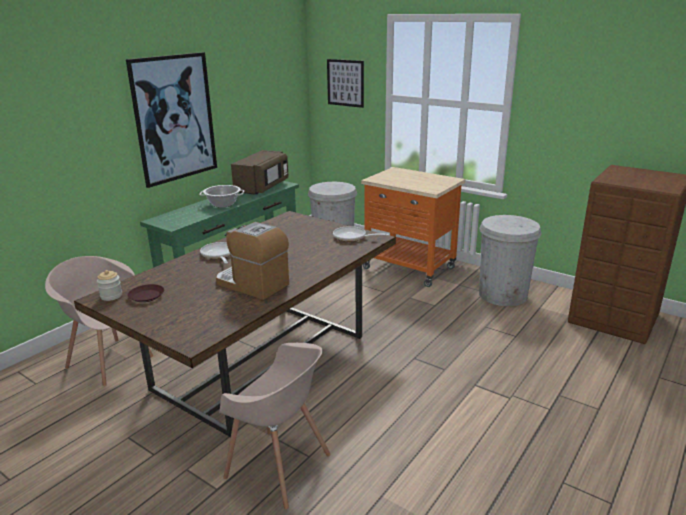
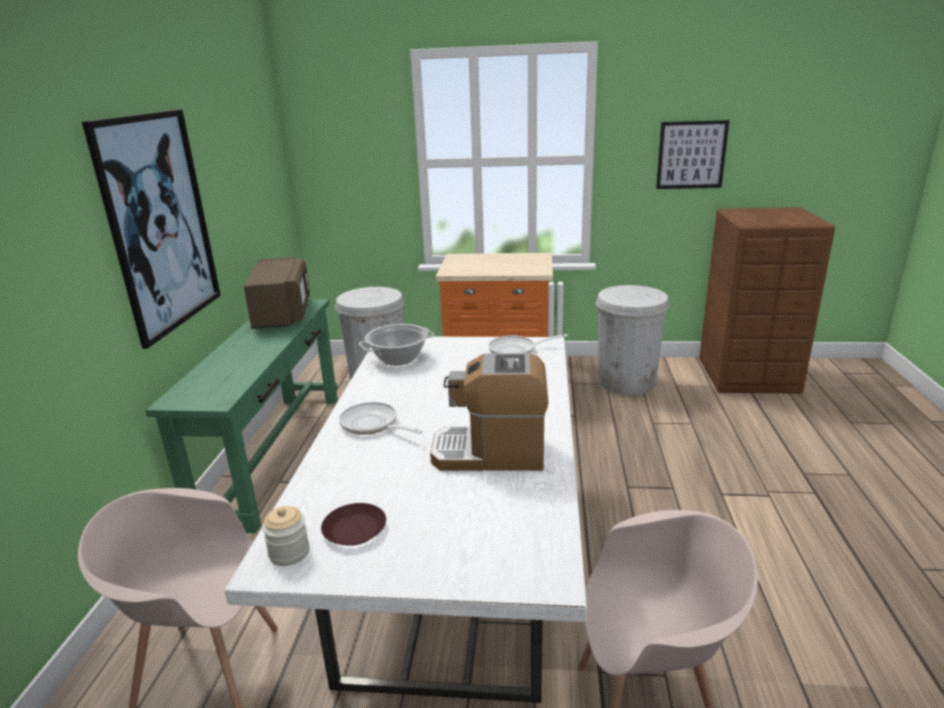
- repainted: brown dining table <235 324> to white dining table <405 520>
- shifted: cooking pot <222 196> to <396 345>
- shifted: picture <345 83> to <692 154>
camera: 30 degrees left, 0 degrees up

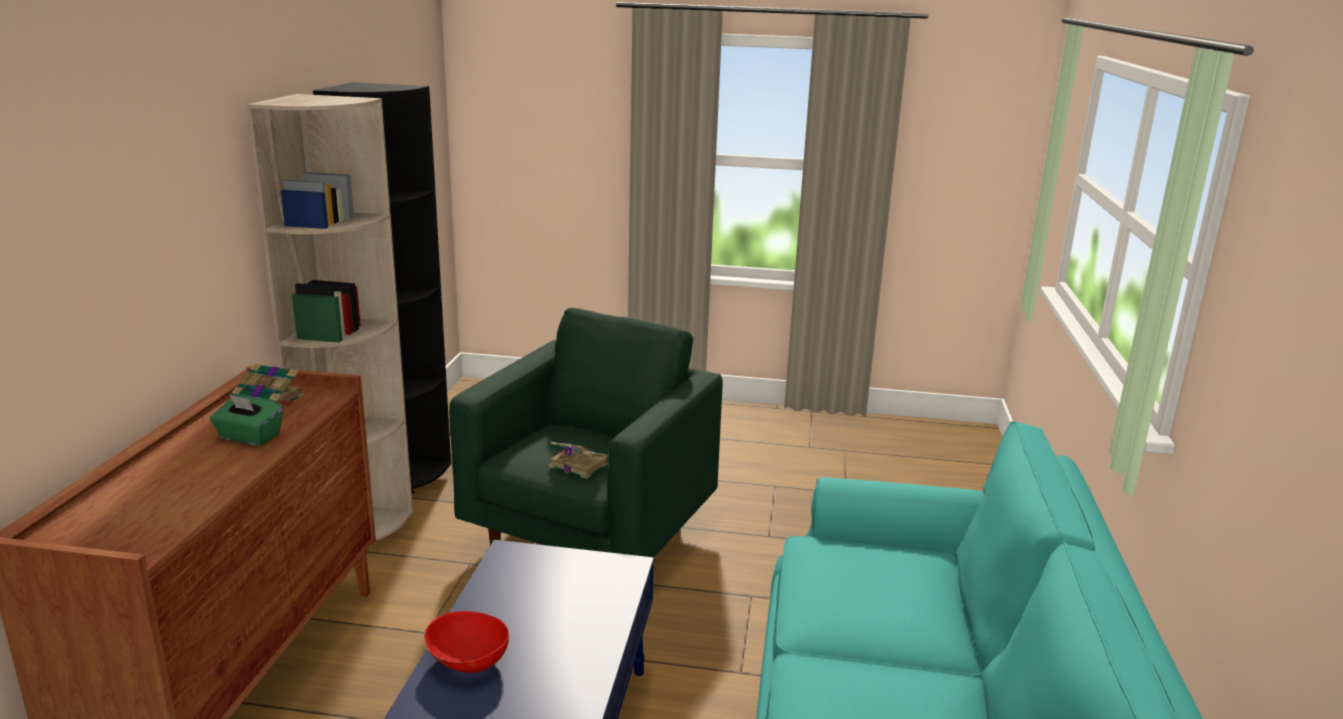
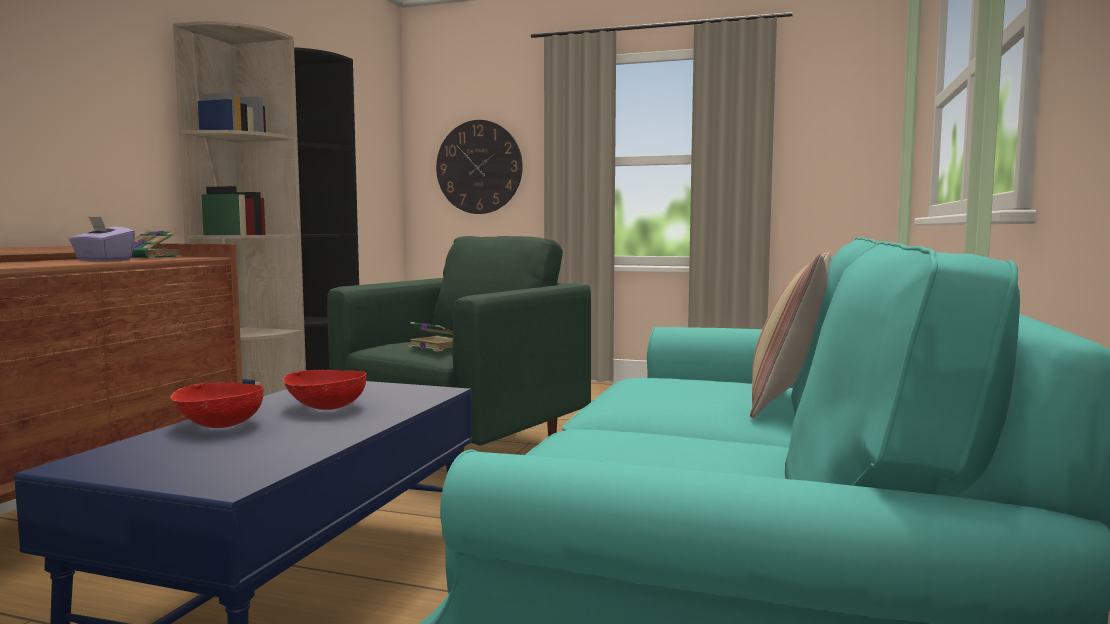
- repainted: green tissue box <246 420> to purple tissue box <102 239>
- new: red bowl <324 390>
- new: wall clock <479 167>
- new: pillow <790 334>
camera: 10 degrees right, 15 degrees down

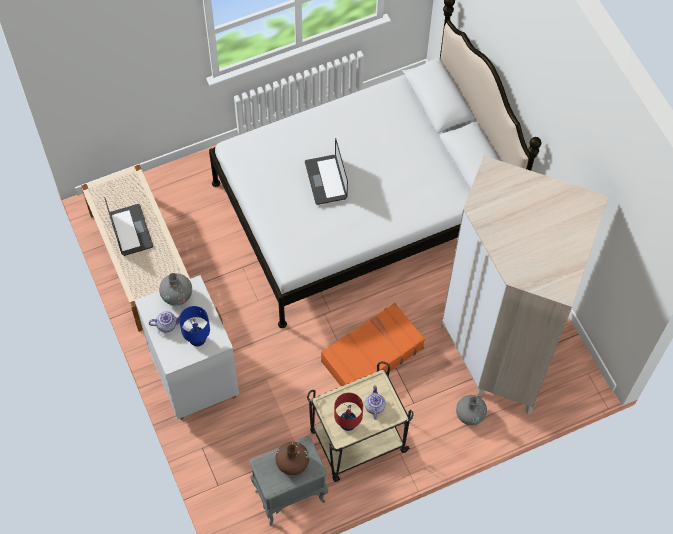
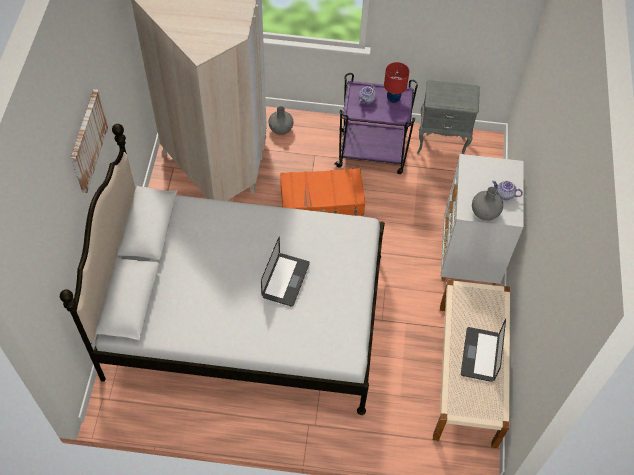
- new: picture <89 141>
- repainted: beige cart <360 421> to purple cart <376 123>
- gone: blue table lamp <194 326>
- gone: brown vase <292 458>
camera: 150 degrees left, 5 degrees down

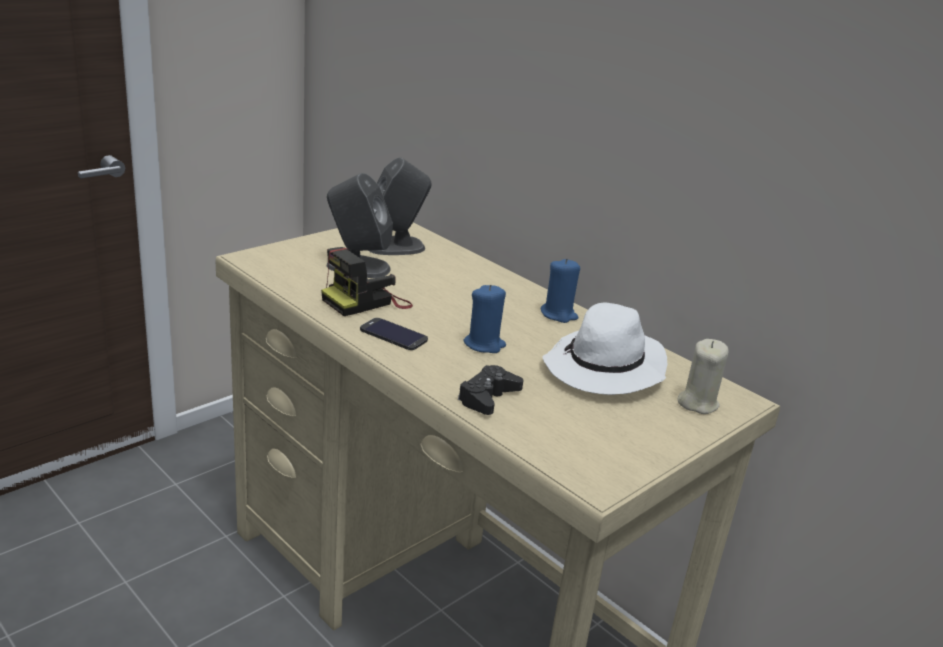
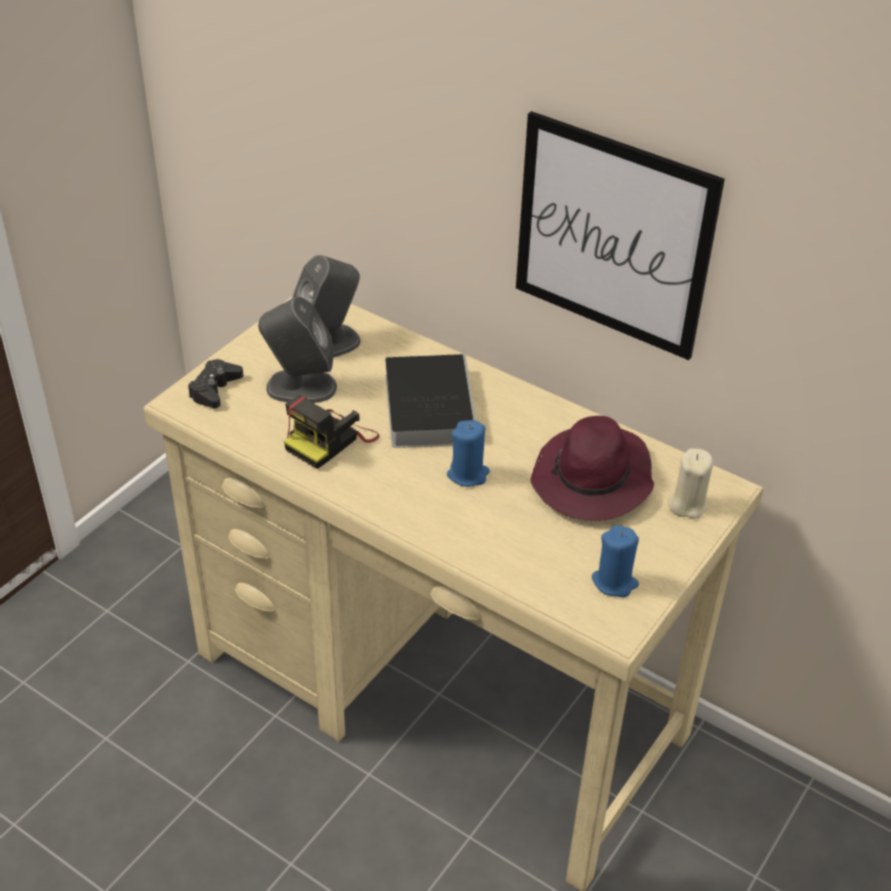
- shifted: black game controller <490 390> to <215 383>
- new: book <430 401>
- new: picture <620 235>
- repainted: white hat <604 349> to purple hat <592 468>
- shifted: blue candle <560 290> to <615 561>
- gone: phone <394 334>
camera: 10 degrees left, 15 degrees up

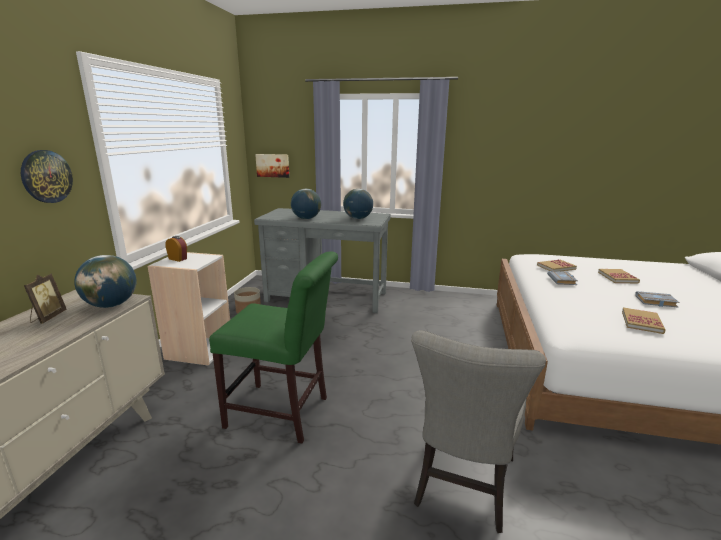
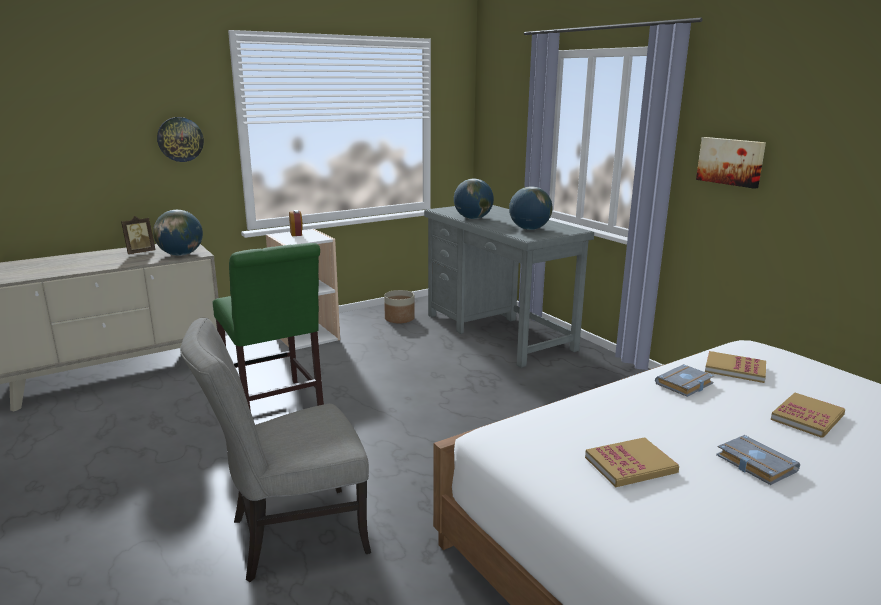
- shifted: picture <272 166> to <731 163>
camera: 45 degrees right, 0 degrees up

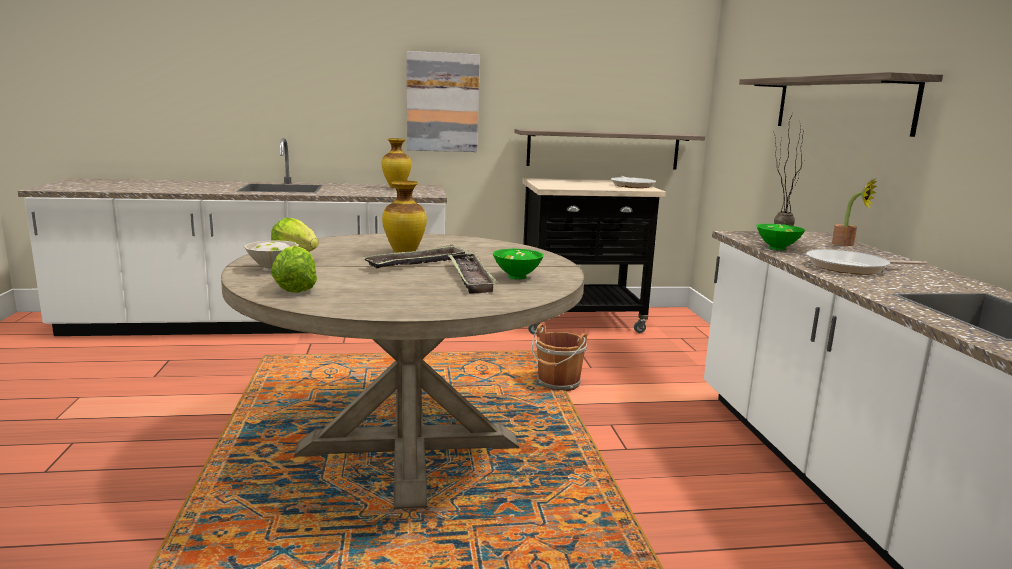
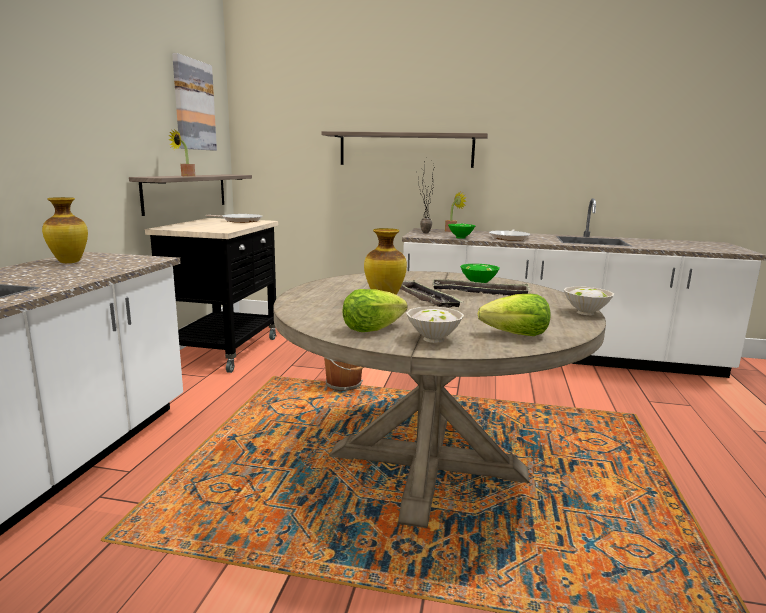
- new: potted plant <182 153>
- shifted: picture <443 101> to <194 102>
- new: white bowl <589 300>
camera: 70 degrees left, 0 degrees up

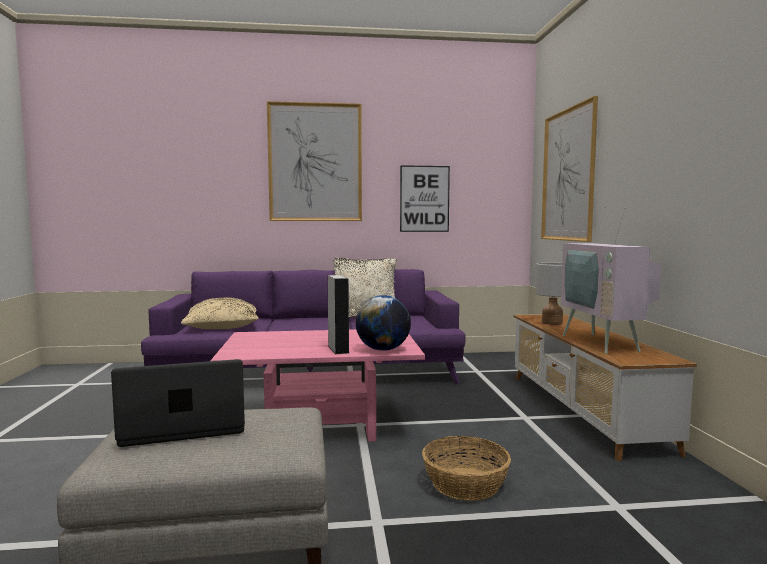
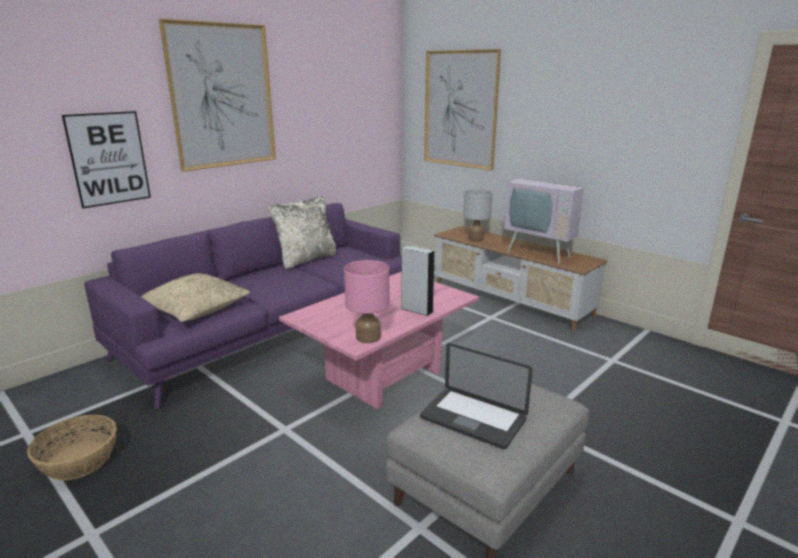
- shifted: basket <466 468> to <72 448>
- shifted: picture <425 198> to <106 159>
- new: pink table lamp <367 301>
- rotated: laptop <178 403> = <476 396> 90 degrees counterclockwise
- gone: globe <383 323>
camera: 40 degrees left, 15 degrees up

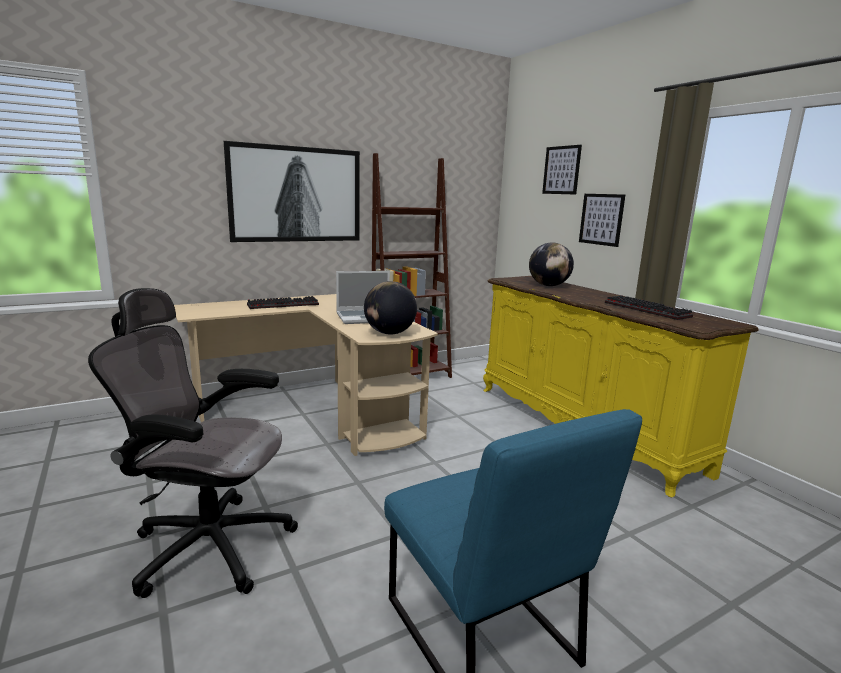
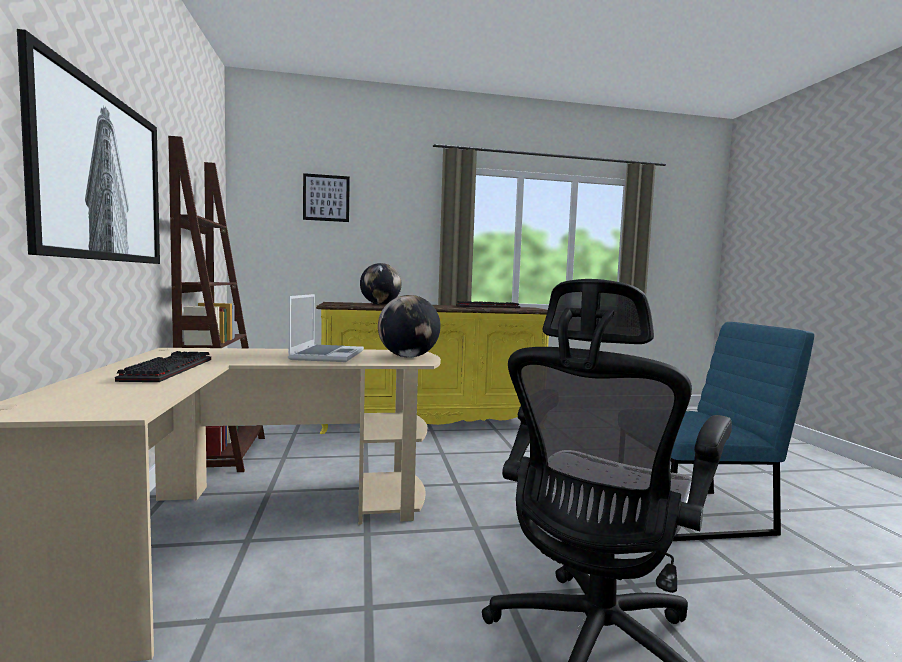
- gone: picture <602 220>
camera: 70 degrees left, 10 degrees down

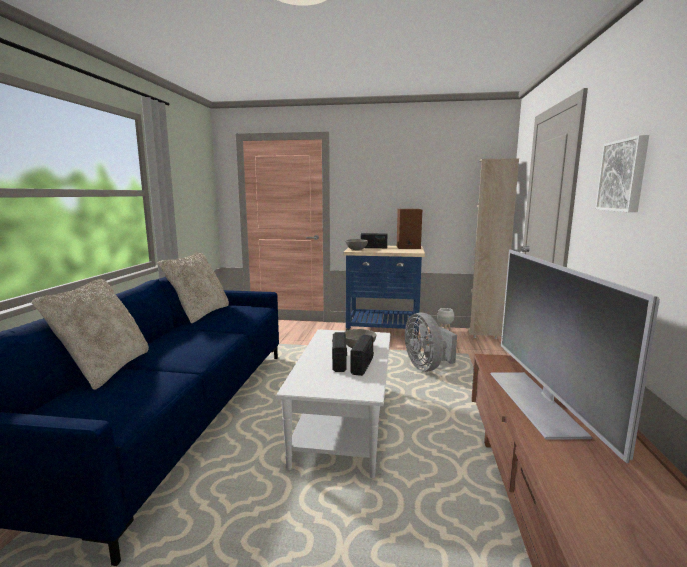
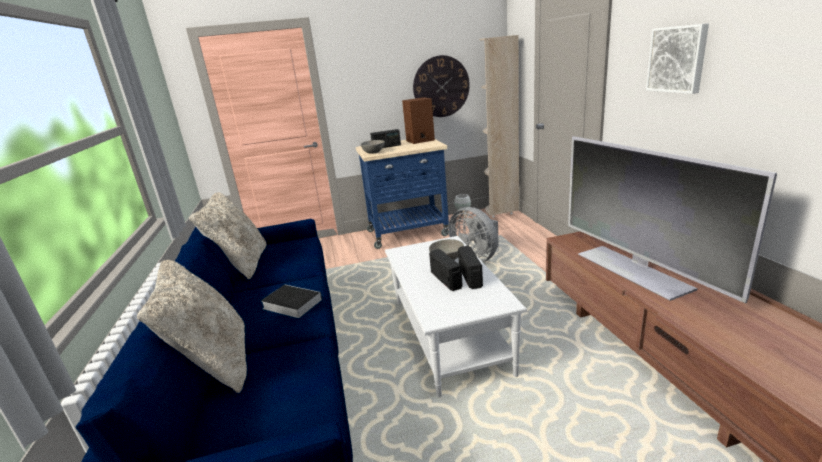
- new: book <291 301>
- new: wall clock <441 86>
camera: 20 degrees left, 10 degrees up

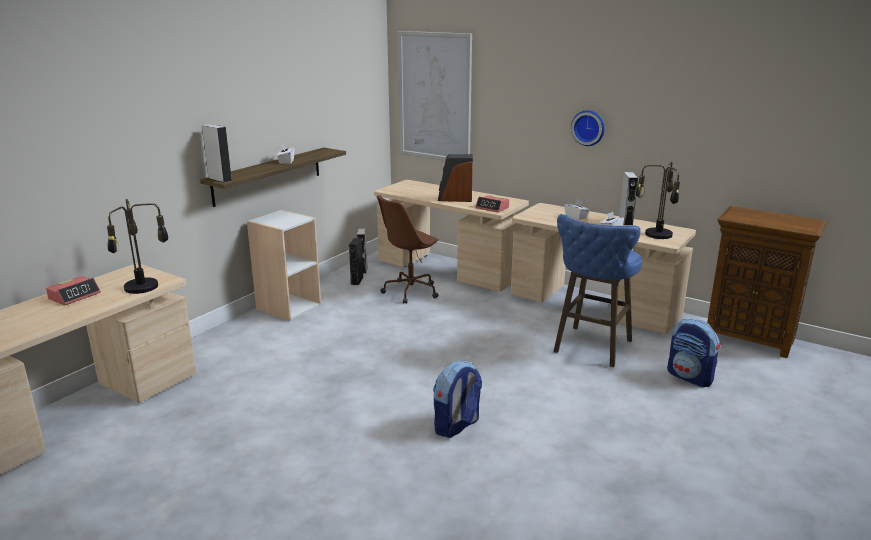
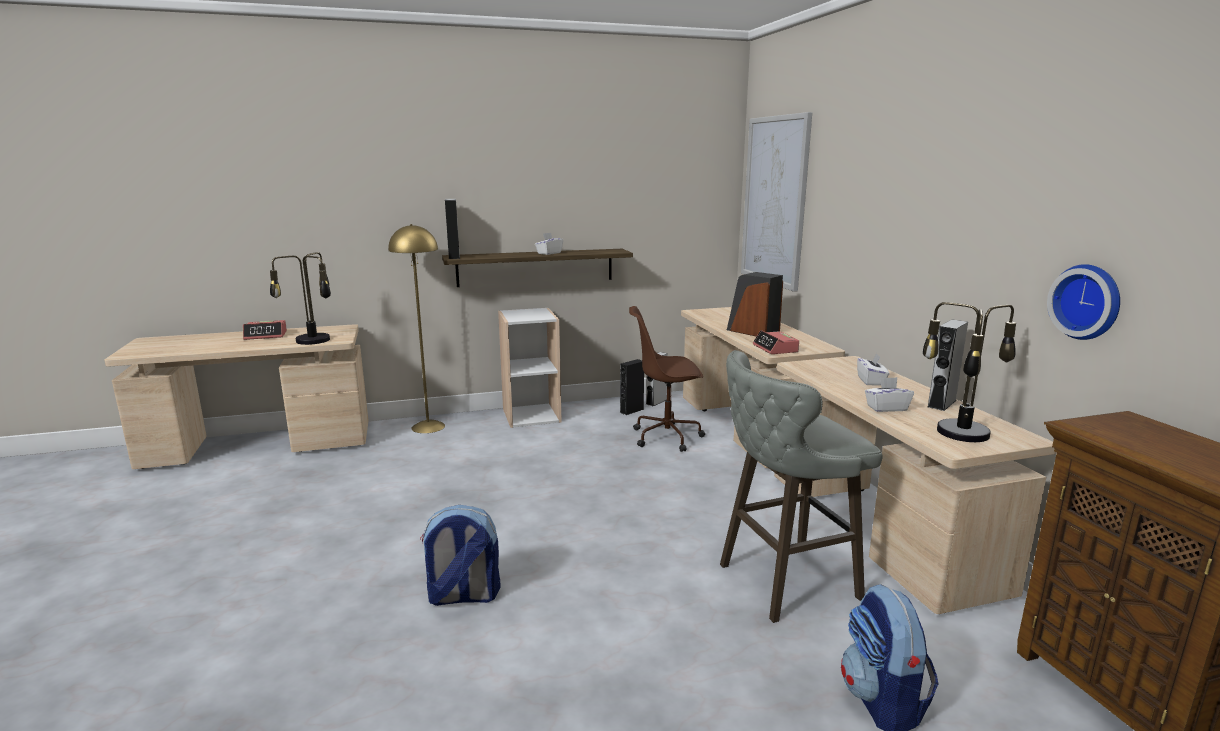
- new: yellow floor lamp <416 328>
- repainted: blue stool <597 290> to grey stool <801 486>
- shifted: wall clock <588 128> to <1083 302>
camera: 40 degrees right, 5 degrees down

